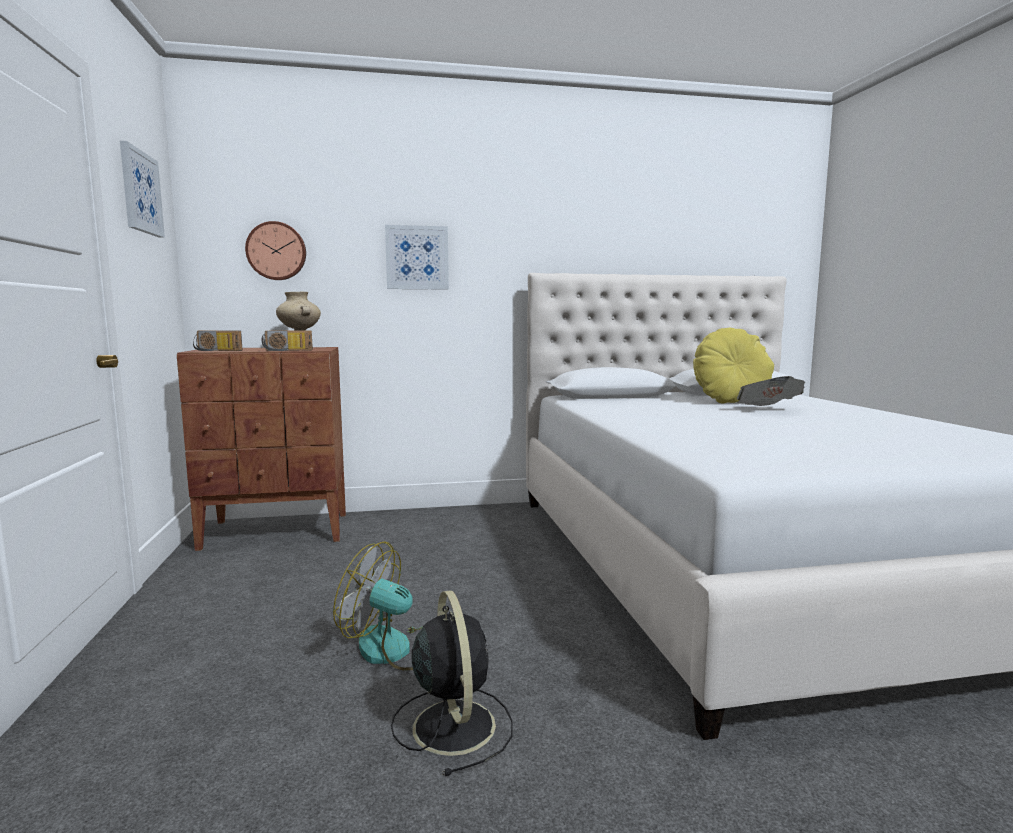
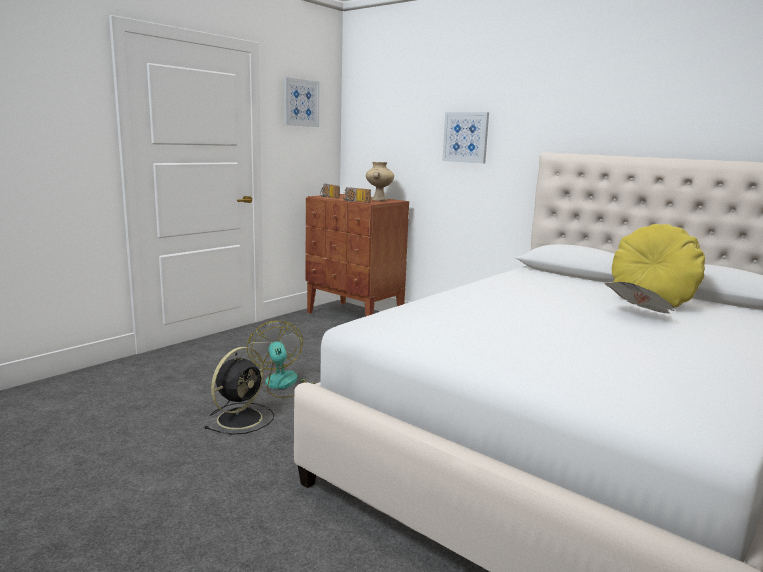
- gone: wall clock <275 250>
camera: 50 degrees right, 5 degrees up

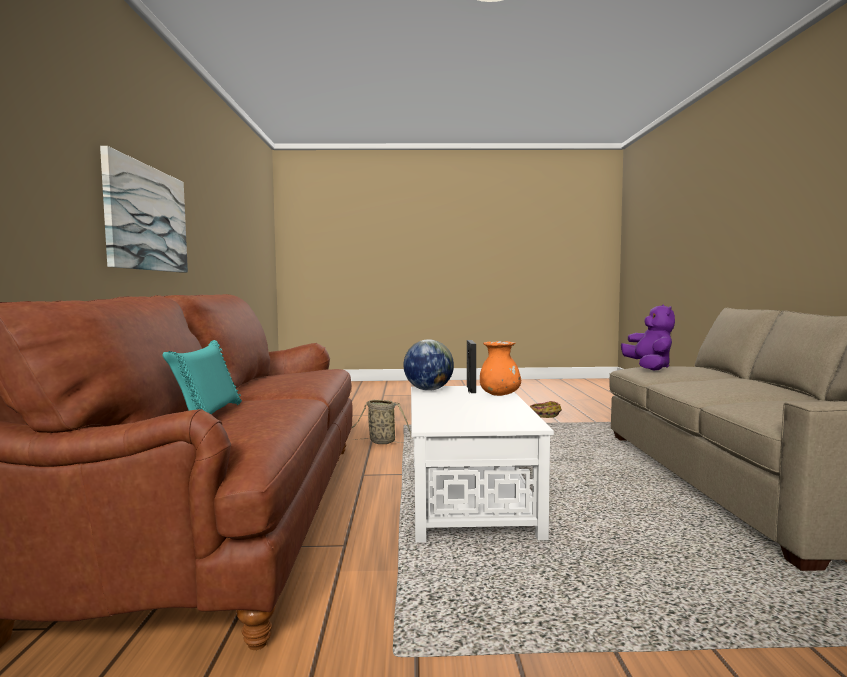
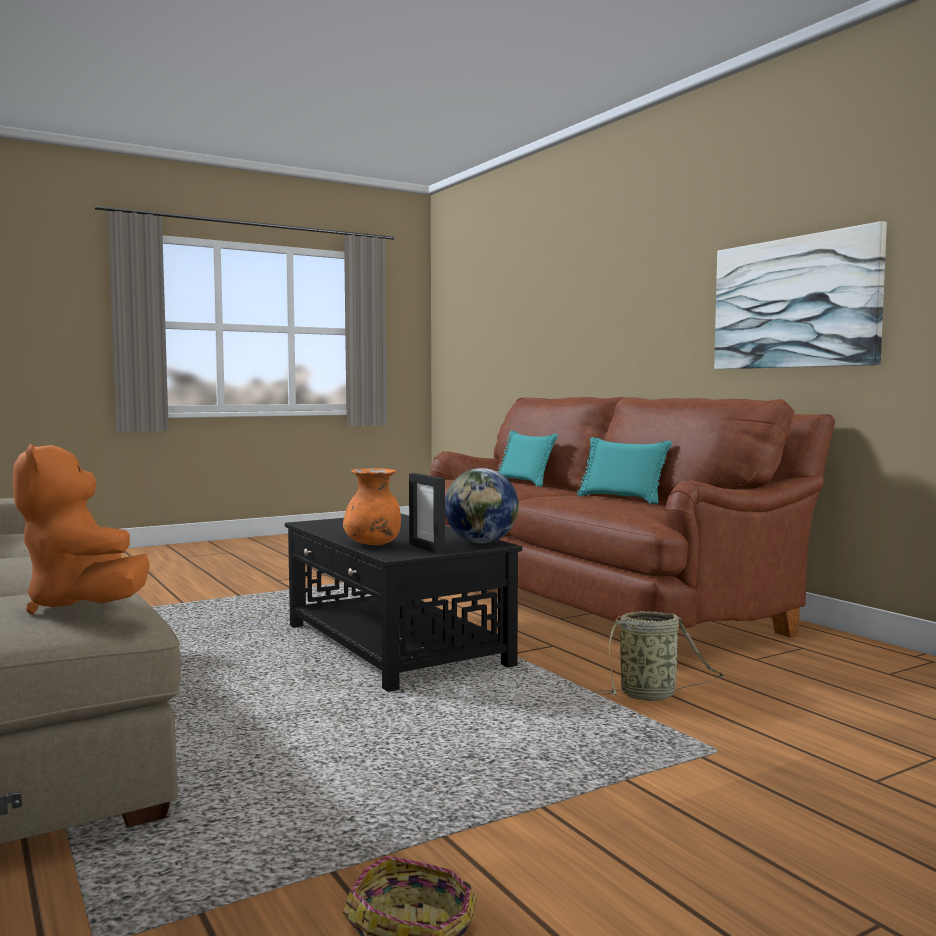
- repainted: purple plush toy <648 337> to orange plush toy <81 529>
- repainted: white coffee table <482 464> to black coffee table <403 603>
- new: turquoise pillow <624 471>
camera: 150 degrees right, 0 degrees up

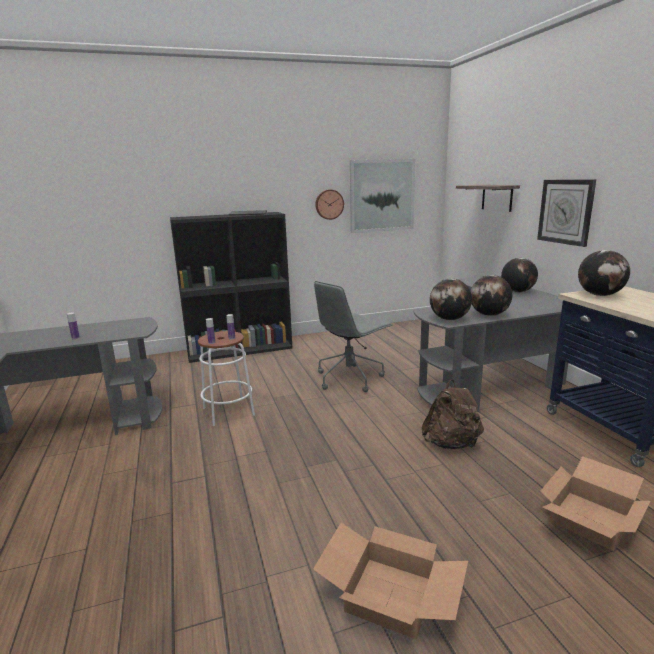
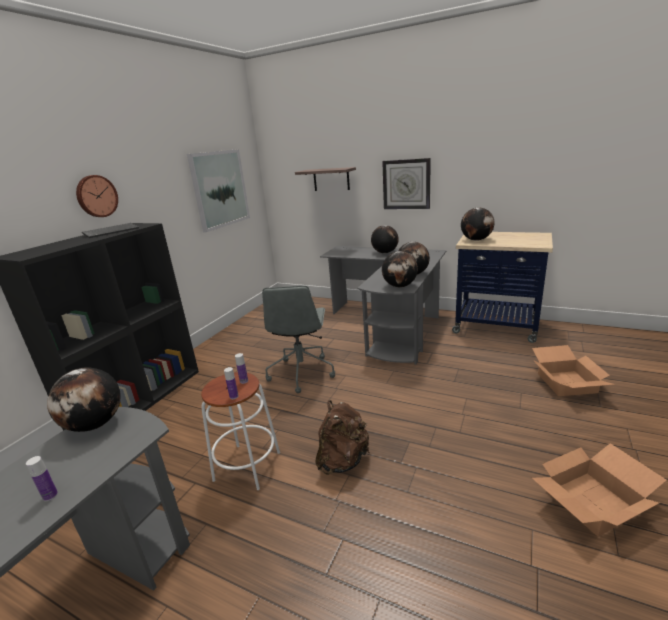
- new: globe <84 399>
- shifted: wall clock <329 204> to <97 196>
- shifted: brown backpack <453 414> to <342 437>
camera: 45 degrees left, 5 degrees up

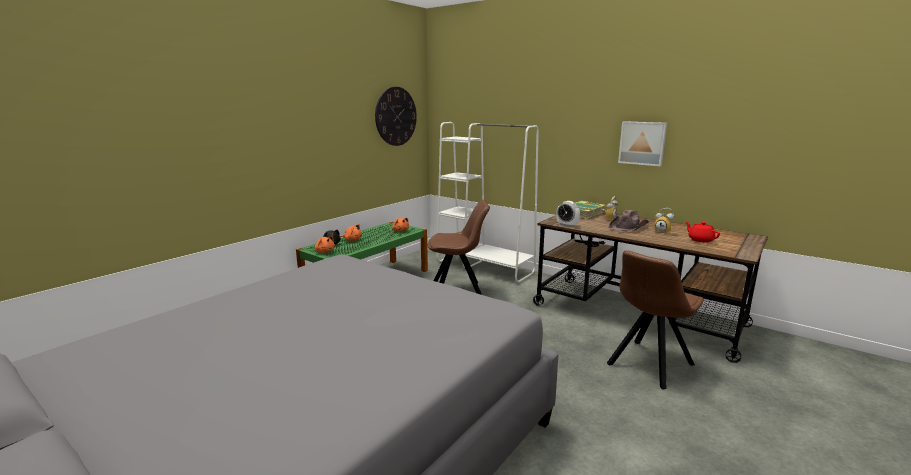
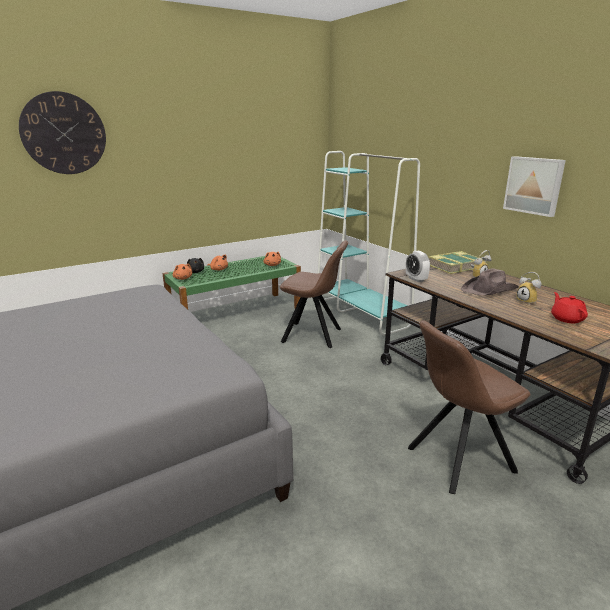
- shifted: wall clock <396 116> to <62 132>
- repainted: white clothes rack <487 202> to turquoise clothes rack <369 243>
camera: 20 degrees right, 5 degrees up

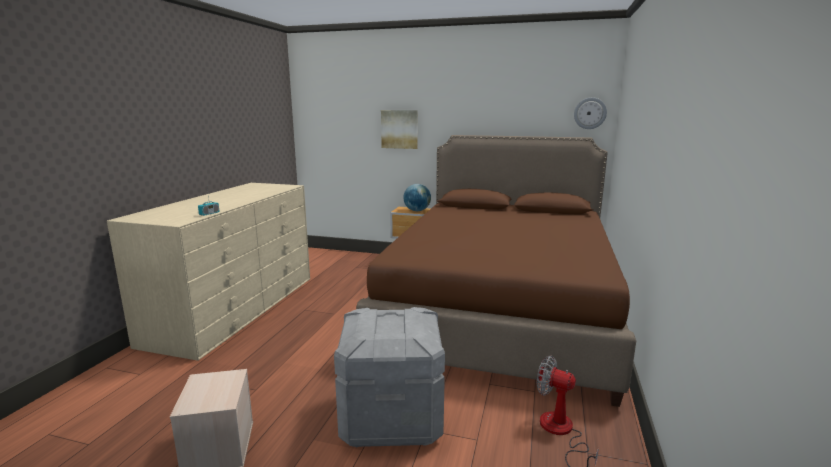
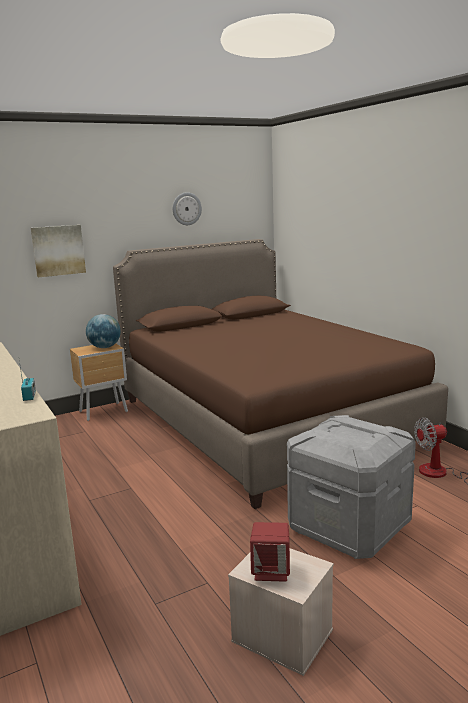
- shifted: wall clock <590 113> to <187 208>
- new: red speaker <270 552>
camera: 45 degrees left, 0 degrees up

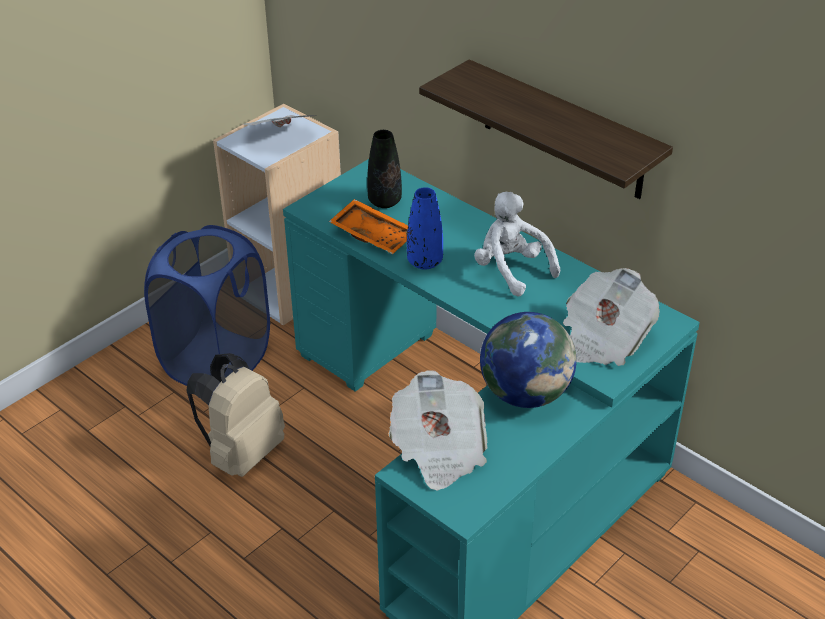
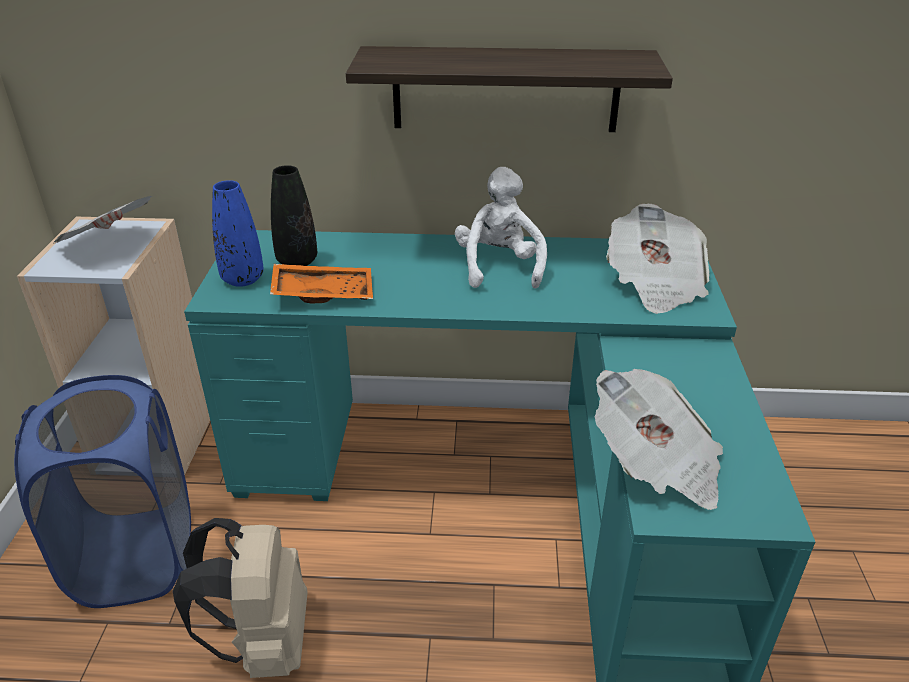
- shifted: blue vase <425 228> to <238 233>
- rotated: white plush toy <517 244> = <501 228> 75 degrees clockwise
- gone: globe <528 360>
camera: 40 degrees left, 5 degrees down

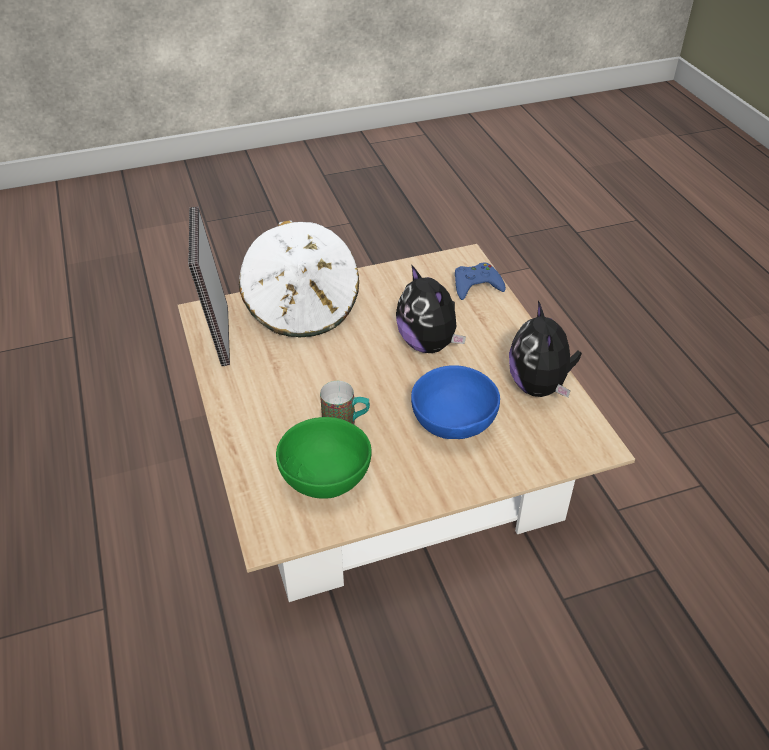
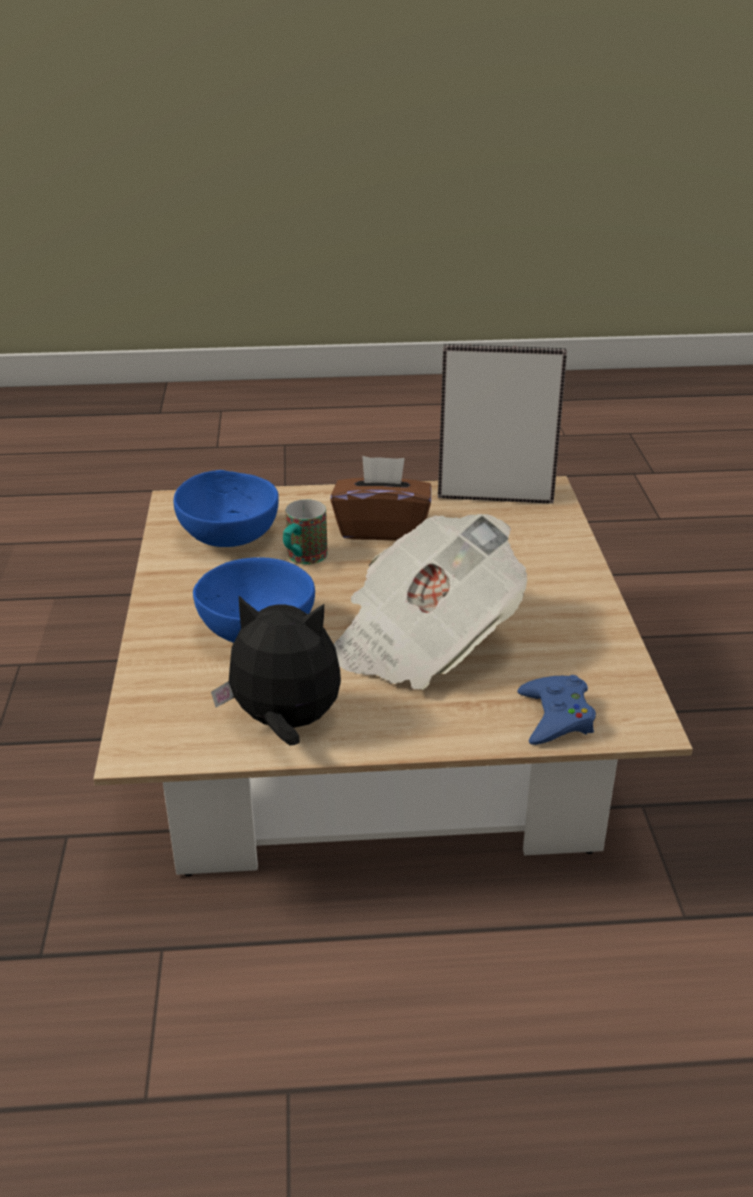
- repainted: green bowl <324 458> to blue bowl <226 508>
- new: brown tissue box <380 498>
- swapped: plush toy <431 308> to newspaper <430 602>
- gone: white hat <299 279>
camera: 105 degrees right, 10 degrees down

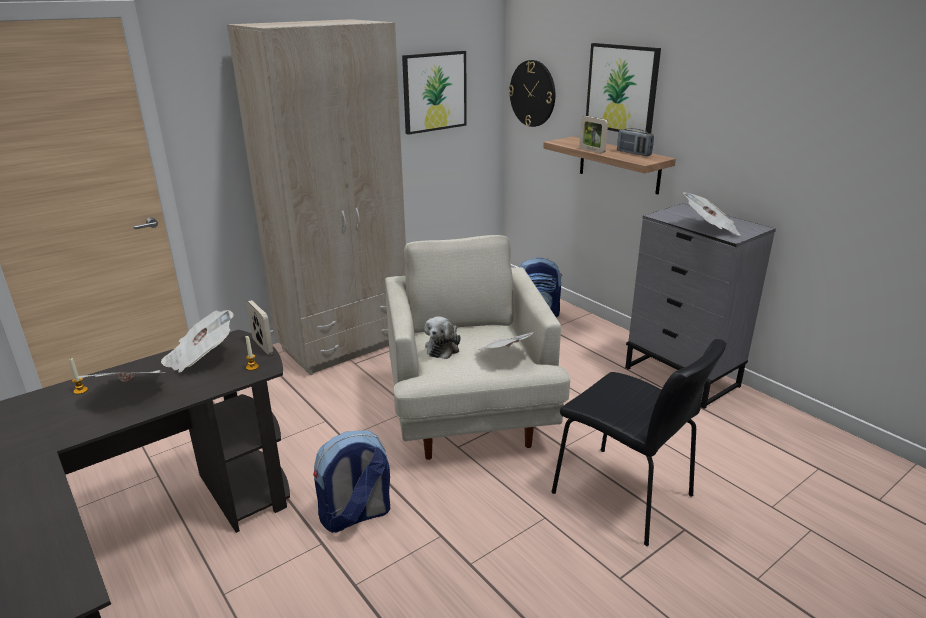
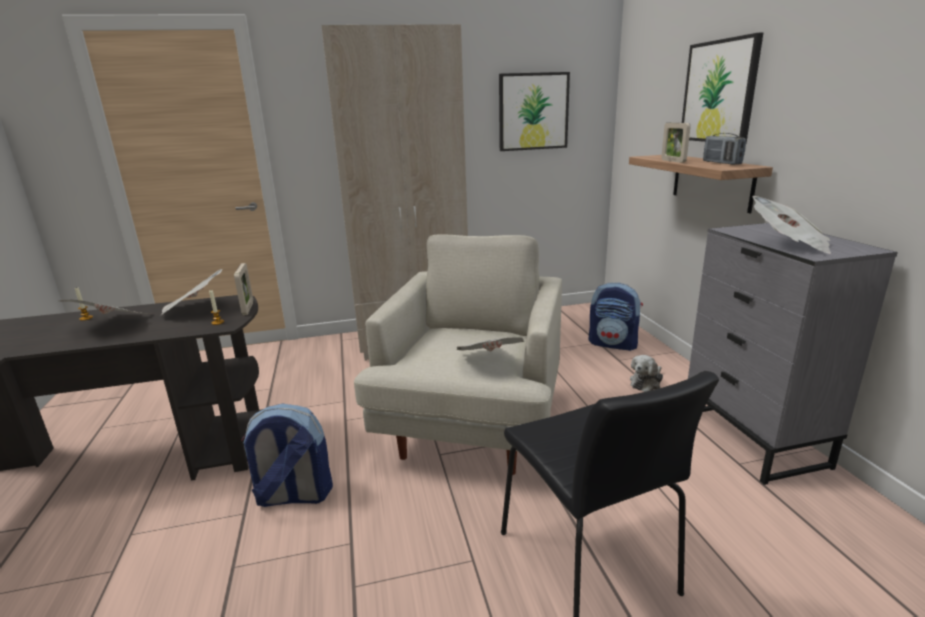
- shifted: plush toy <443 337> to <646 373>
- gone: wall clock <531 93>
camera: 25 degrees right, 5 degrees down

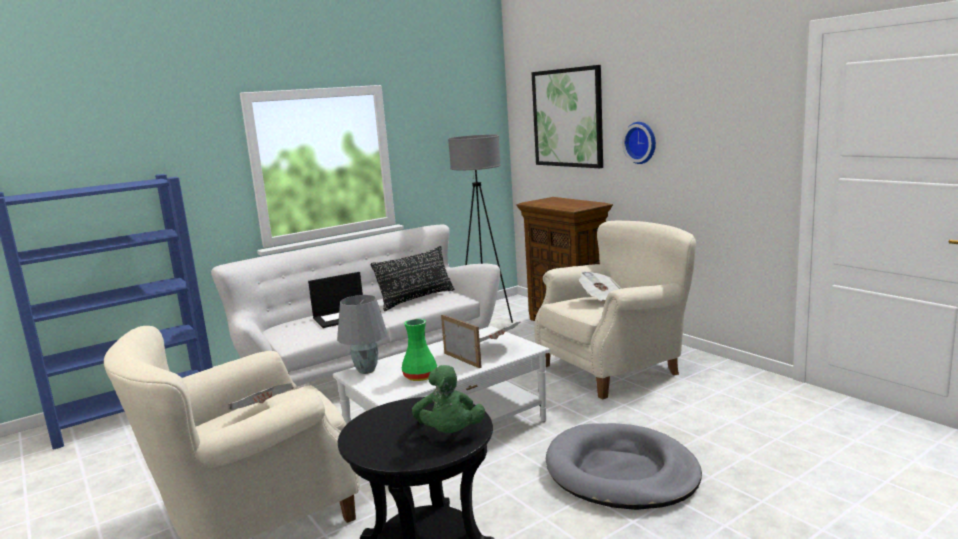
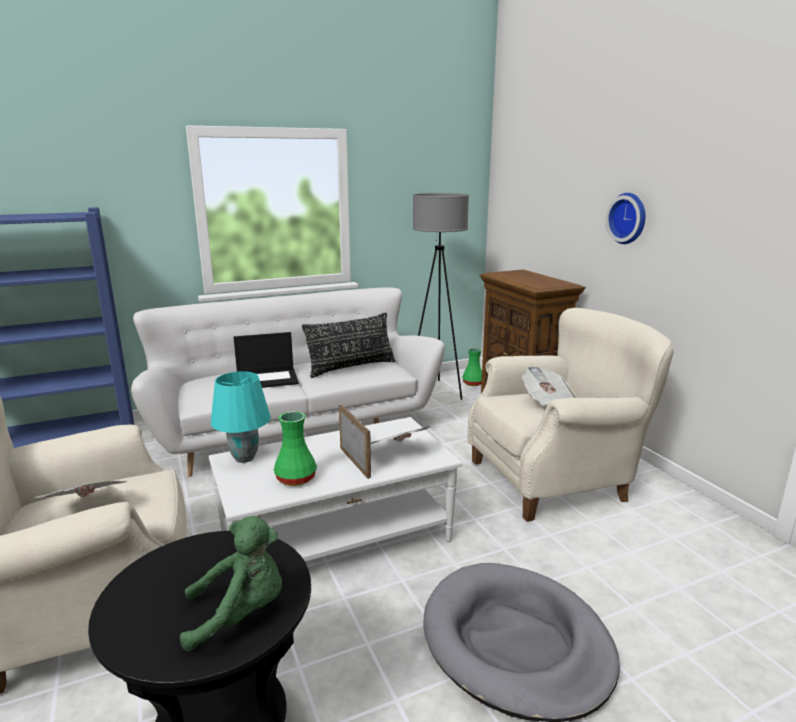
- rotated: green plush toy <448 399> = <231 584> 105 degrees counterclockwise
- repainted: grey table lamp <362 334> to turquoise table lamp <241 417>
- new: green vase <472 367>
- gone: picture <567 116>
camera: 10 degrees right, 5 degrees up

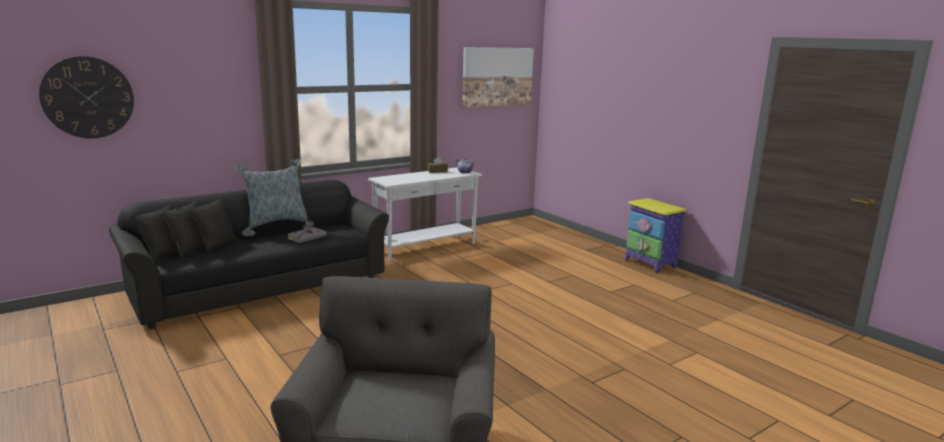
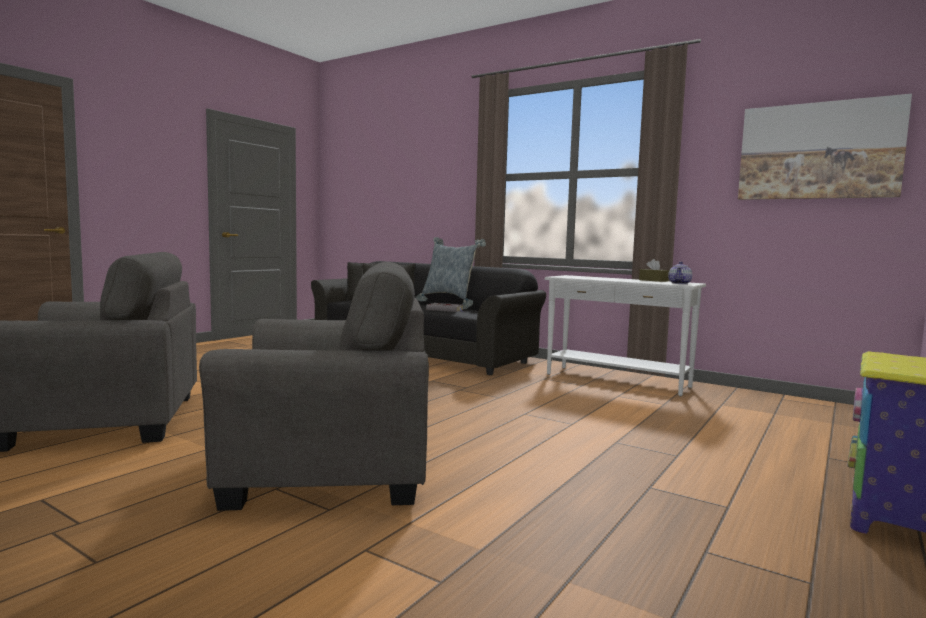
- new: grey armchair <314 386>
- gone: wall clock <86 97>
camera: 70 degrees right, 10 degrees down

